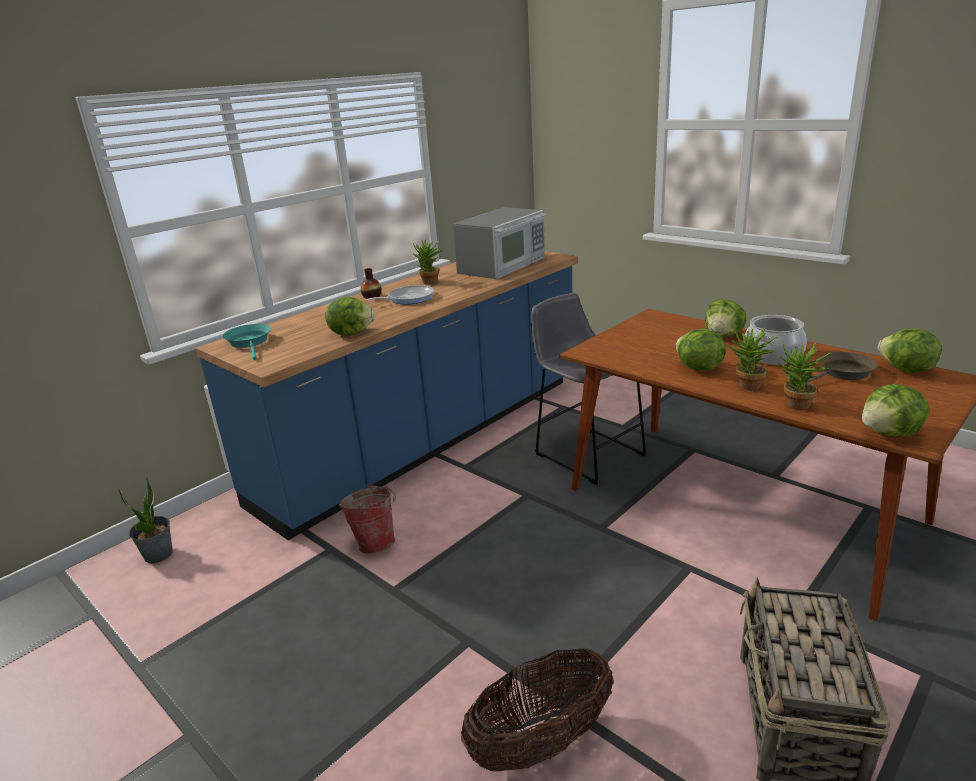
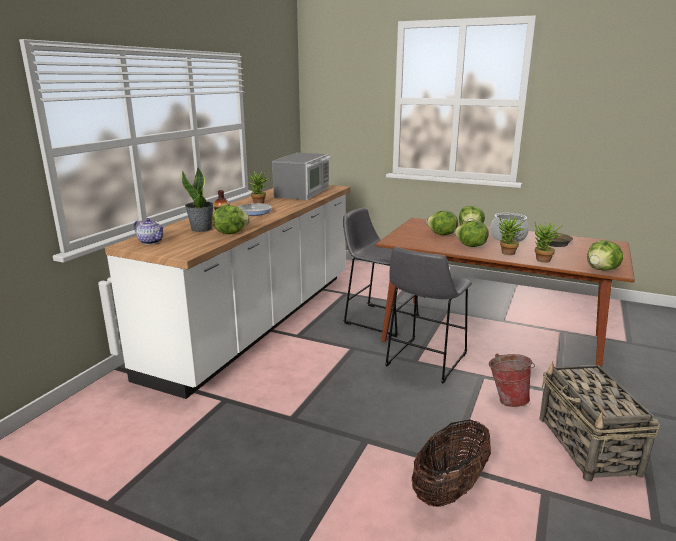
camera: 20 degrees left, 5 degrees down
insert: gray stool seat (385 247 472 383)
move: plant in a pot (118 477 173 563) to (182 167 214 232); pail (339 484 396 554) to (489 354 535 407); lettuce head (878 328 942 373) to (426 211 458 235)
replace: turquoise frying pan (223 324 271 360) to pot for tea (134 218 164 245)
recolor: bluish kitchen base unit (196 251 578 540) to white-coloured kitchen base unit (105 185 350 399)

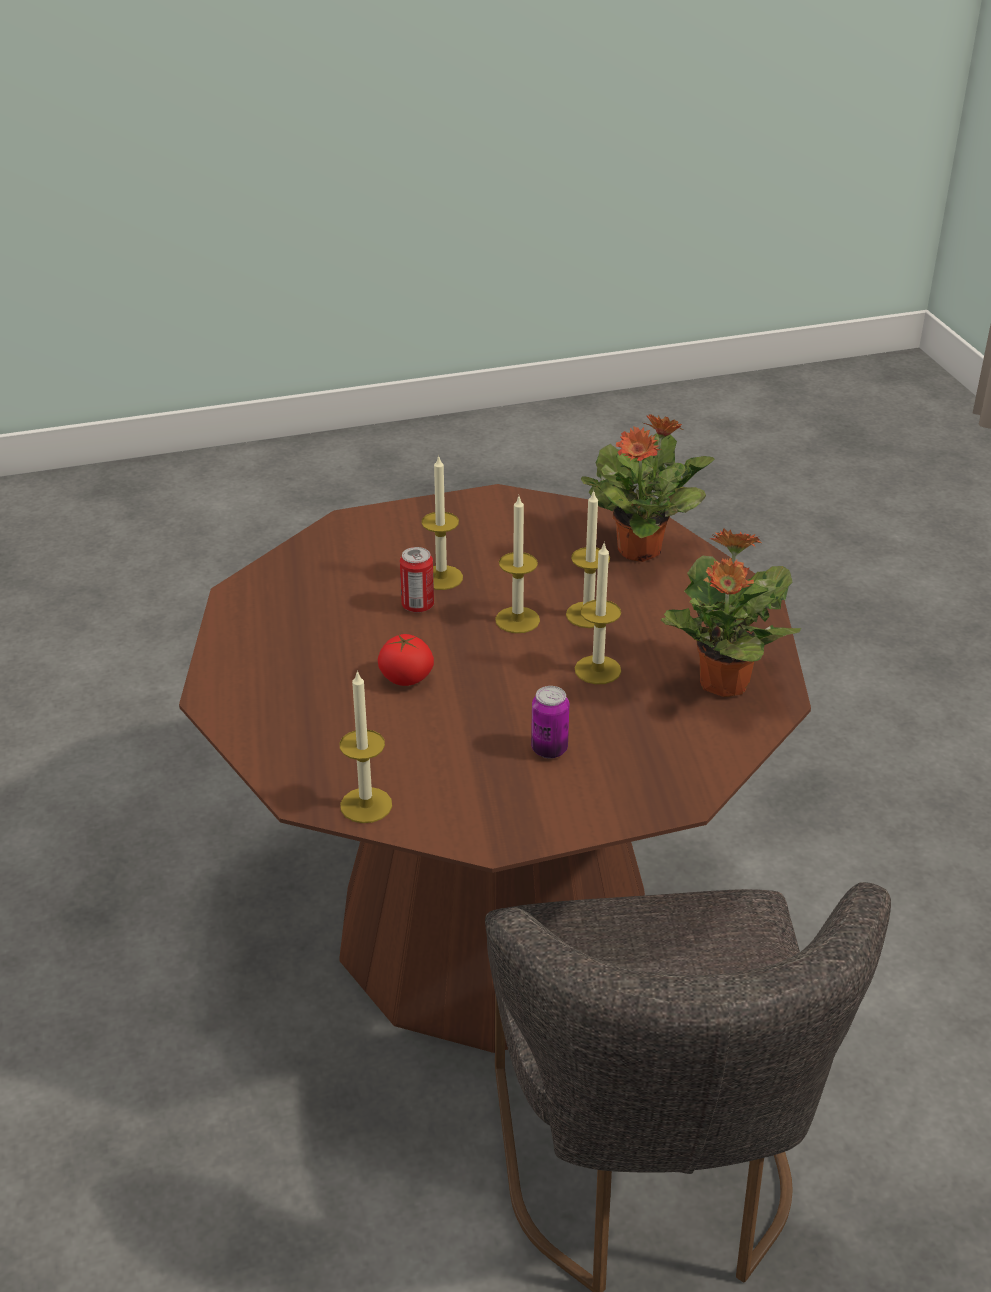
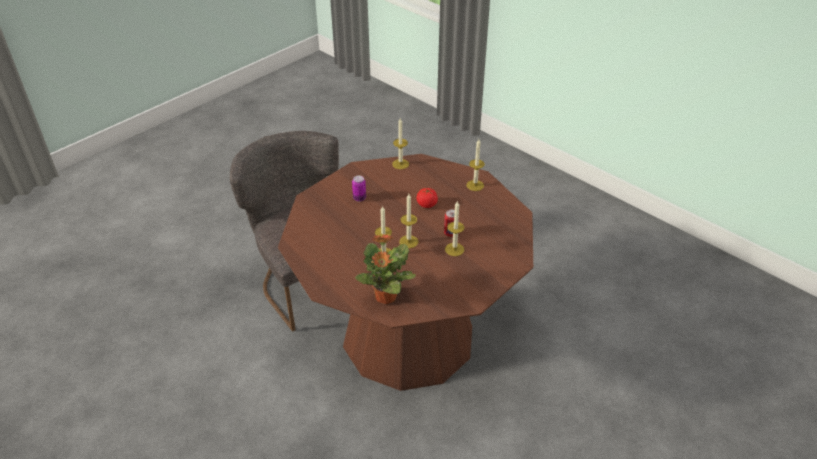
camera: 150 degrees right, 5 degrees up
delete: plant in a pot (661 528 801 697)
move: wax light (575 541 621 684) to (466 139 485 191)

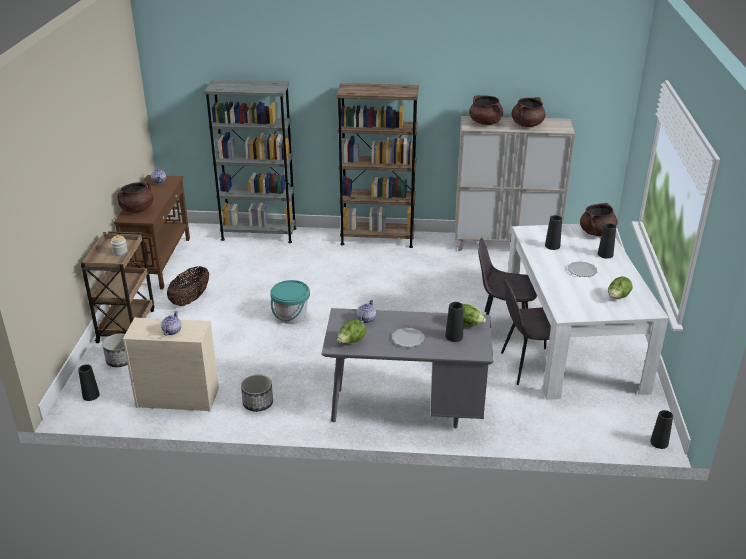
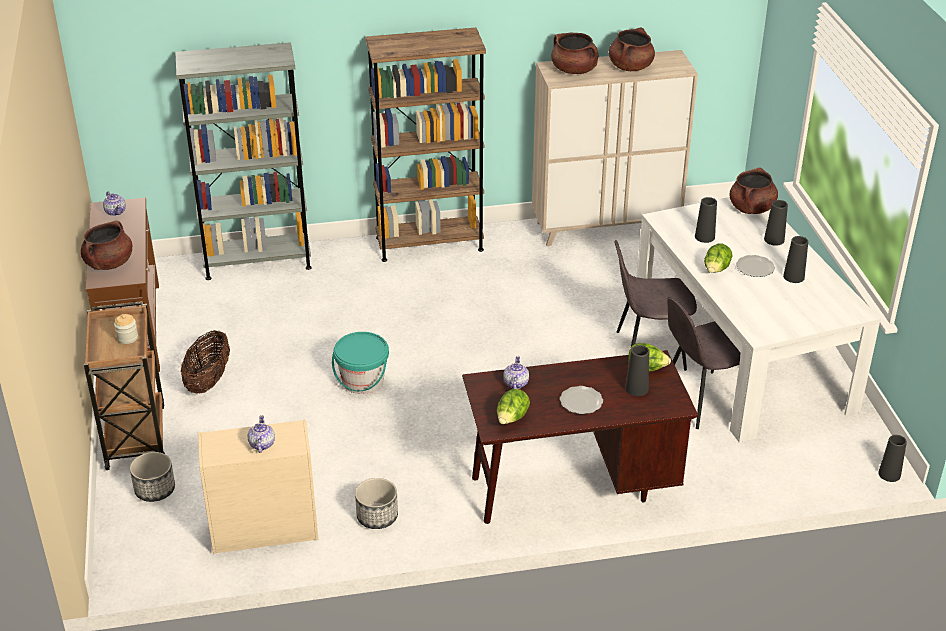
camera: 15 degrees left, 5 degrees up
move: black-coloured decorative vase (78 365 100 401) to (783 236 808 283); lettuce head (608 276 633 299) to (704 244 732 273)
recolor: gray desk table (321 308 493 429) to brown-coloured desk table (462 350 698 524)

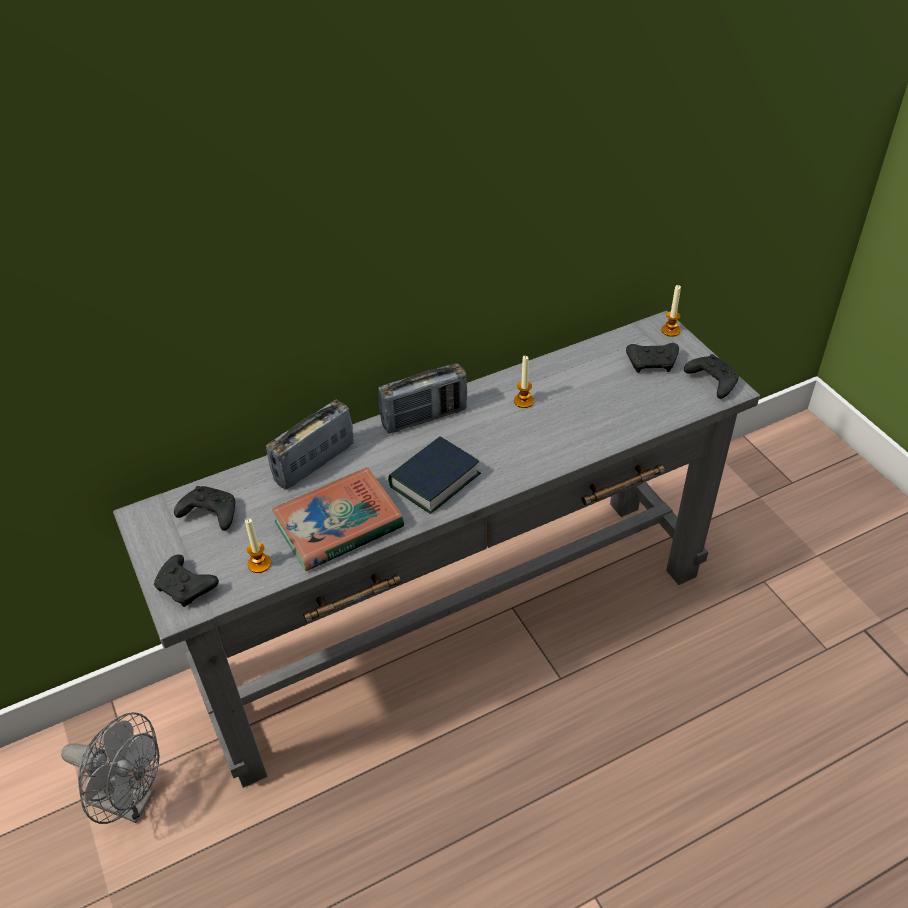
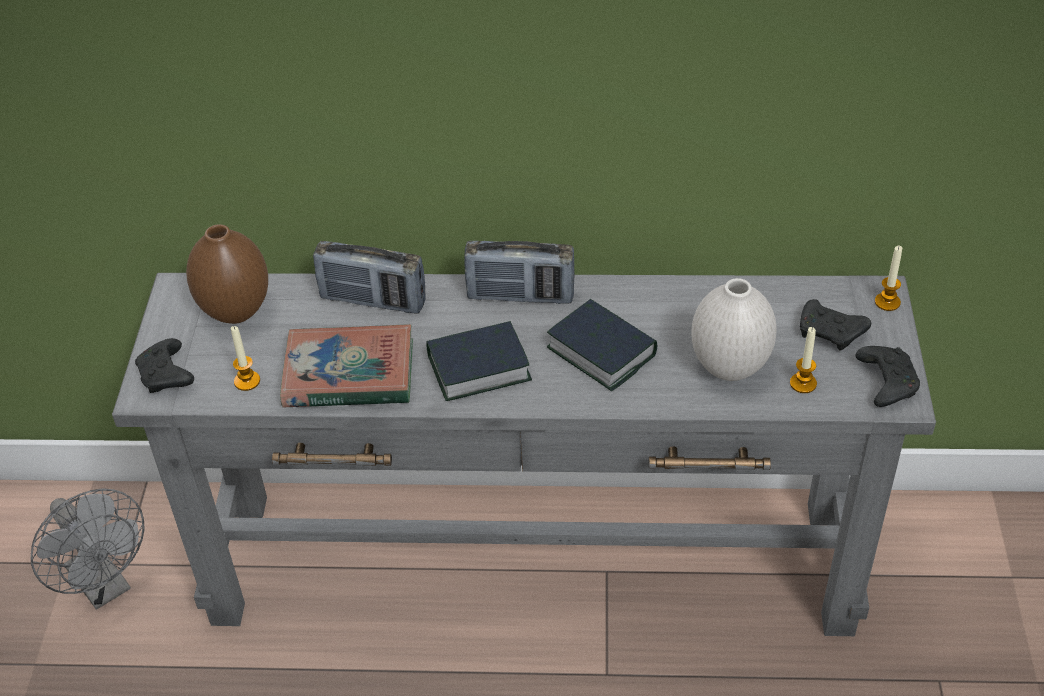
camera: 30 degrees right, 0 degrees up
insert: book (547 299 657 391); white-coloured decorative vase (691 278 777 381)
move: wax light (514 356 534 408) to (790 327 817 393)
replace: black-coloured game controller (174 486 235 531) to brown-coloured decorative vase (186 224 268 324)
rotate: radio (266 400 354 490) = (313 241 426 314) 150 degrees counterclockwise

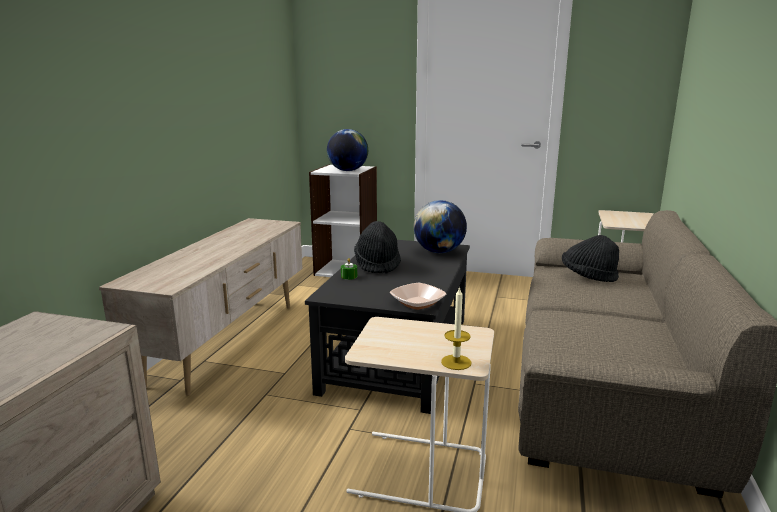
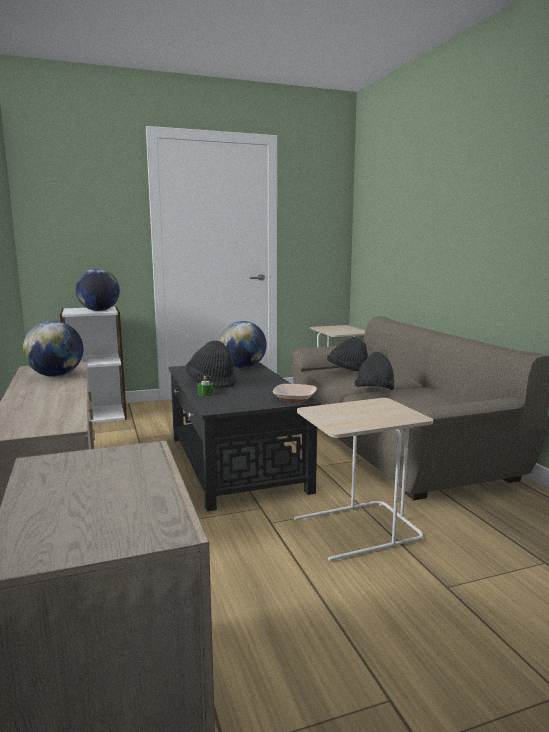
camera: 35 degrees left, 5 degrees down
delete: wax light (441 286 471 370)
insert: globe (23 321 83 377); black-coloured hat (355 352 395 390)

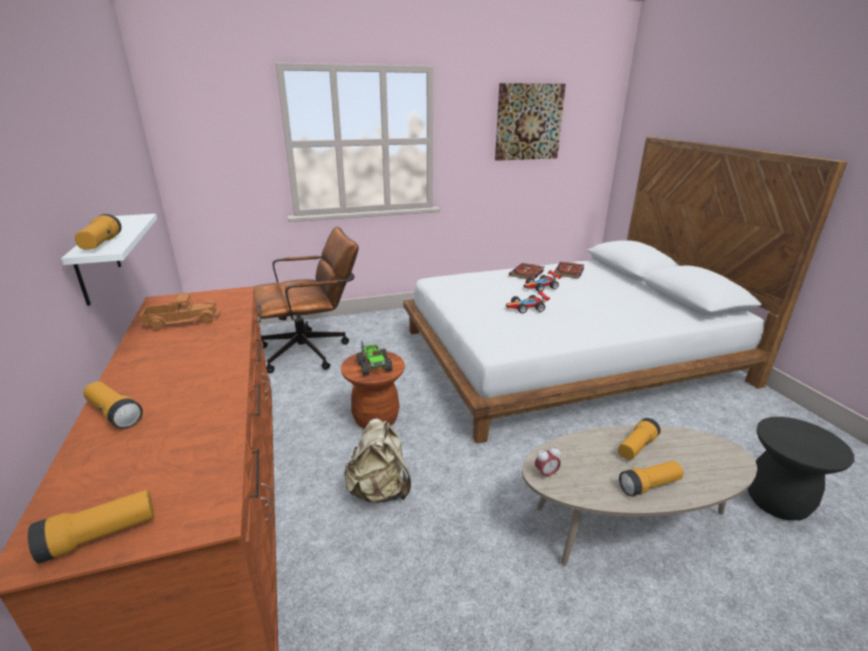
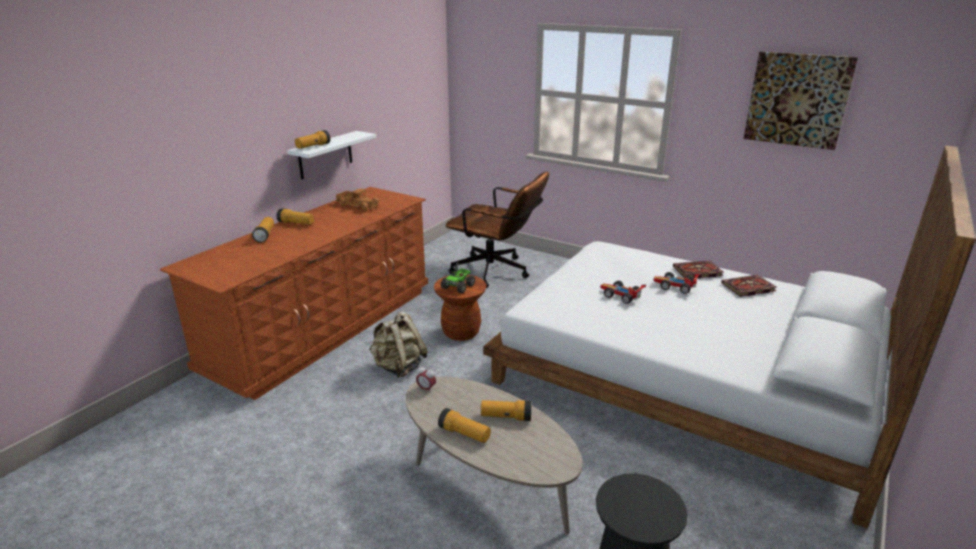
camera: 50 degrees right, 0 degrees up
move: hand torch (28 490 154 563) to (277 208 314 225)

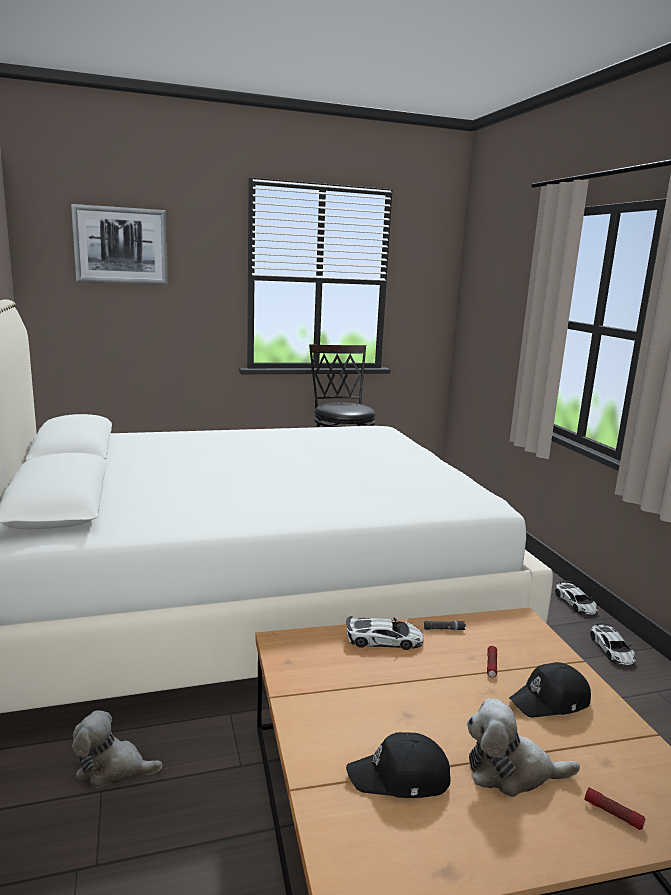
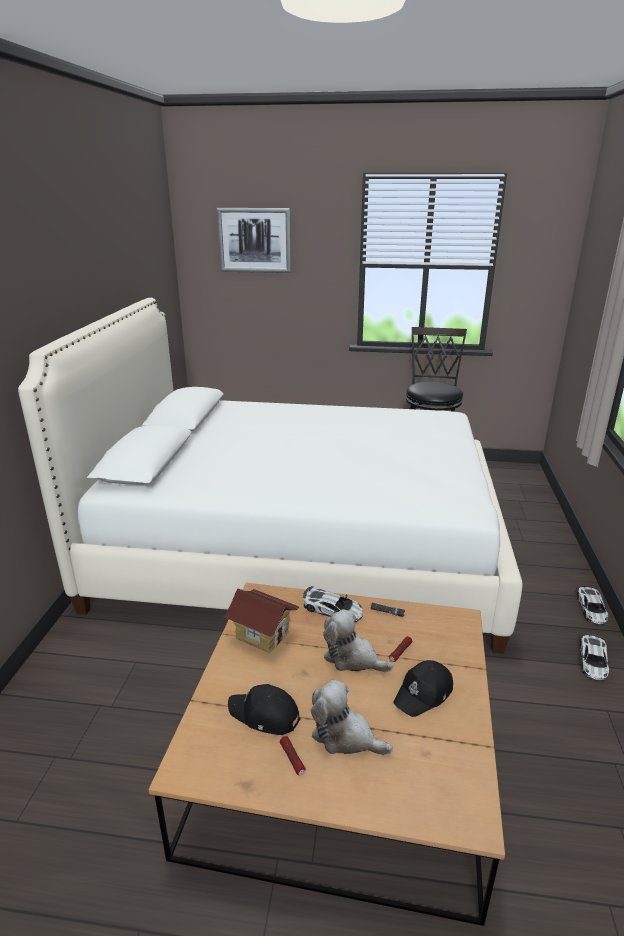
camera: 25 degrees right, 10 degrees up
insert: toy house (223 588 299 653)
move: plush toy (72 710 163 788) to (323 609 393 672); hand torch (584 787 646 830) to (280 736 306 775)
rotate: black-coloured peaked cap (509 662 591 718) = (393 660 453 717) 45 degrees counterclockwise

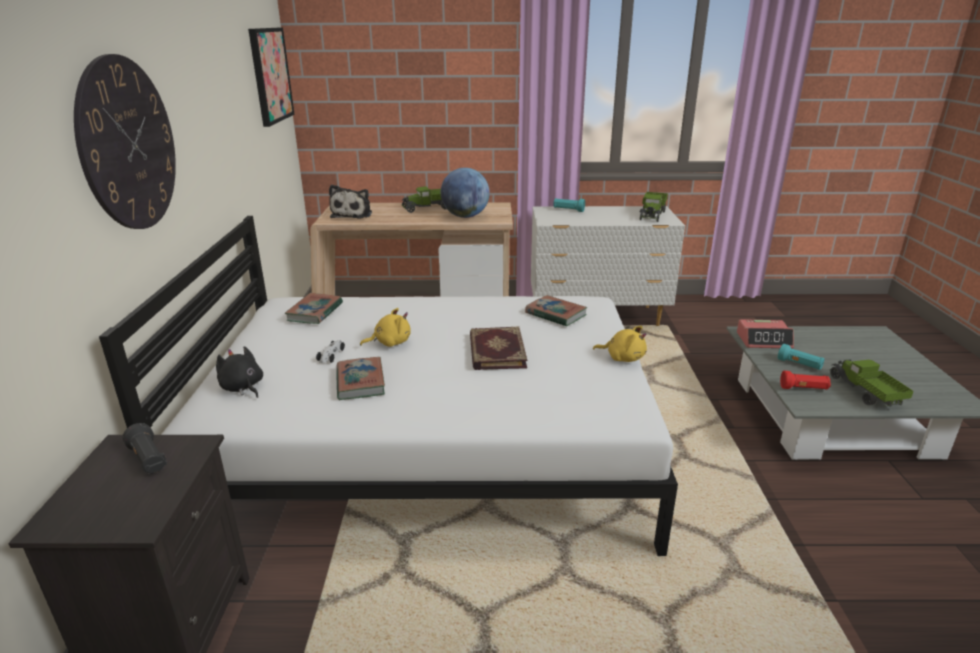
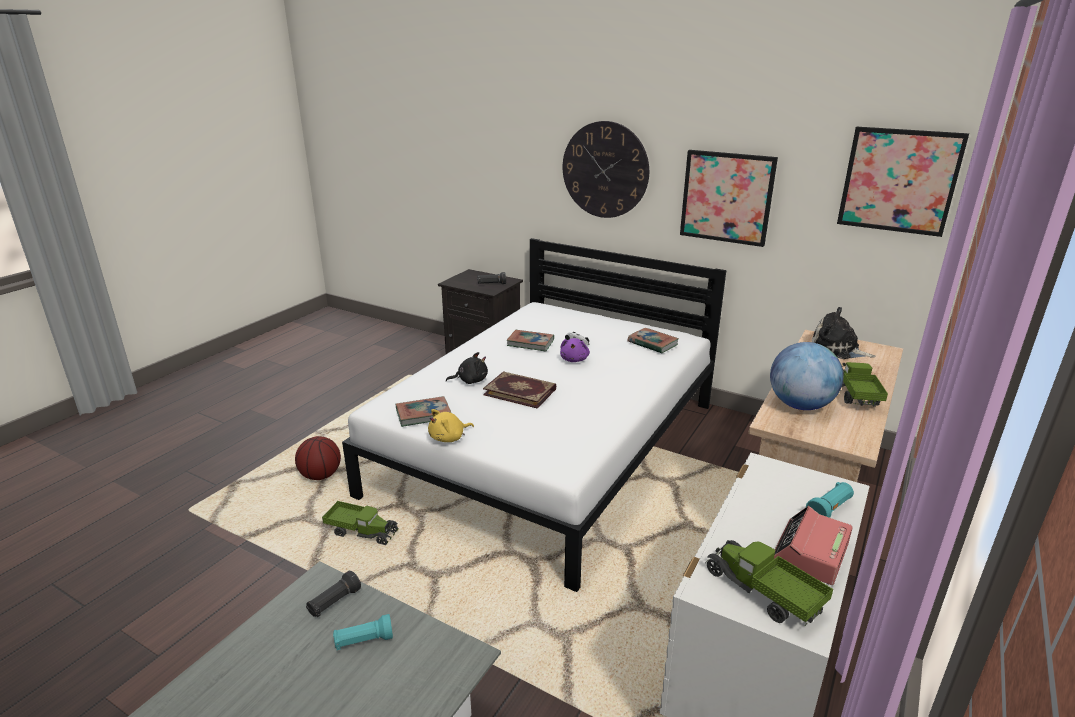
camera: 120 degrees right, 0 degrees up
insert: ball for basketball (295 436 341 480); wall art (680 150 778 247)
move: black-coloured plush toy (216 346 263 398) to (446 352 488 384); book (525 295 588 327) to (396 396 451 427); table clock (737 319 794 349) to (774 506 853 585); toy truck (830 359 914 407) to (322 501 399 545)
recolor: yellowish plush toy (360 308 411 347) to purple plush toy (560 338 590 362); red-coloured hand torch (780 371 831 390) to black-coloured hand torch (306 571 361 617)

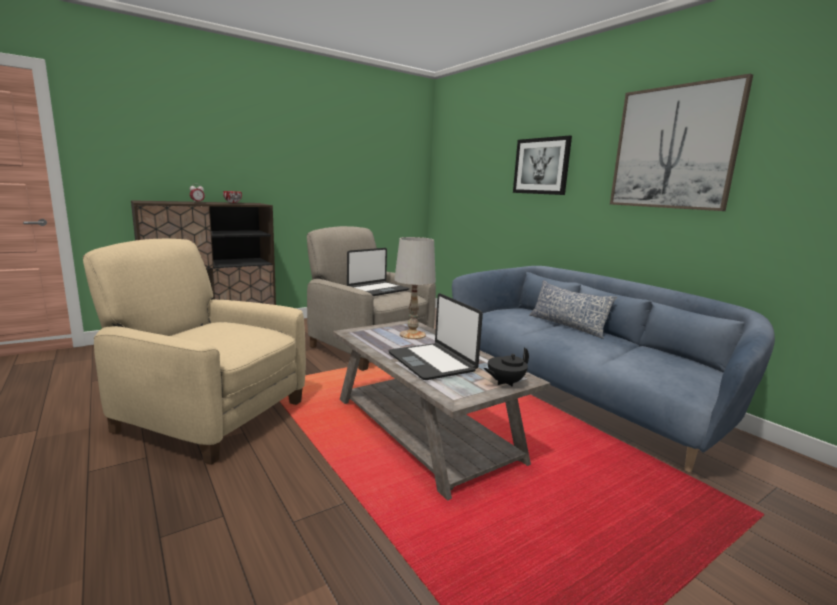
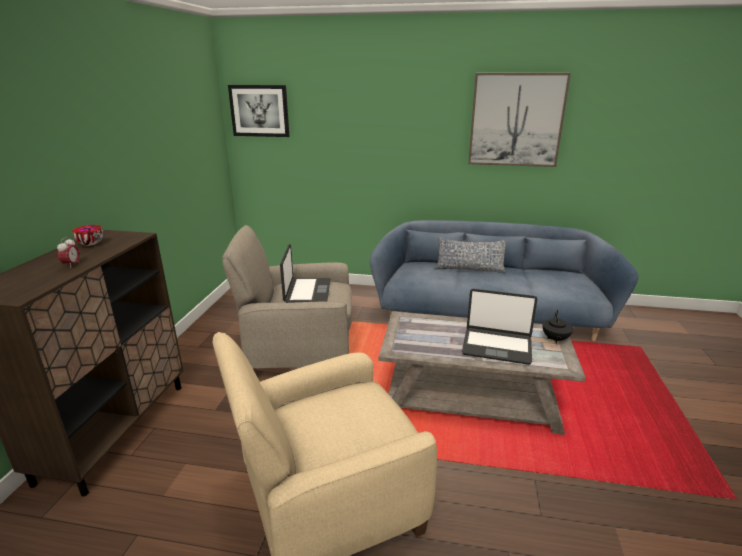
camera: 45 degrees left, 10 degrees up
delete: white-coloured tabletop lamp (394 237 436 339)
move: wall art (513 136 572 195) to (228 85 290 137)

